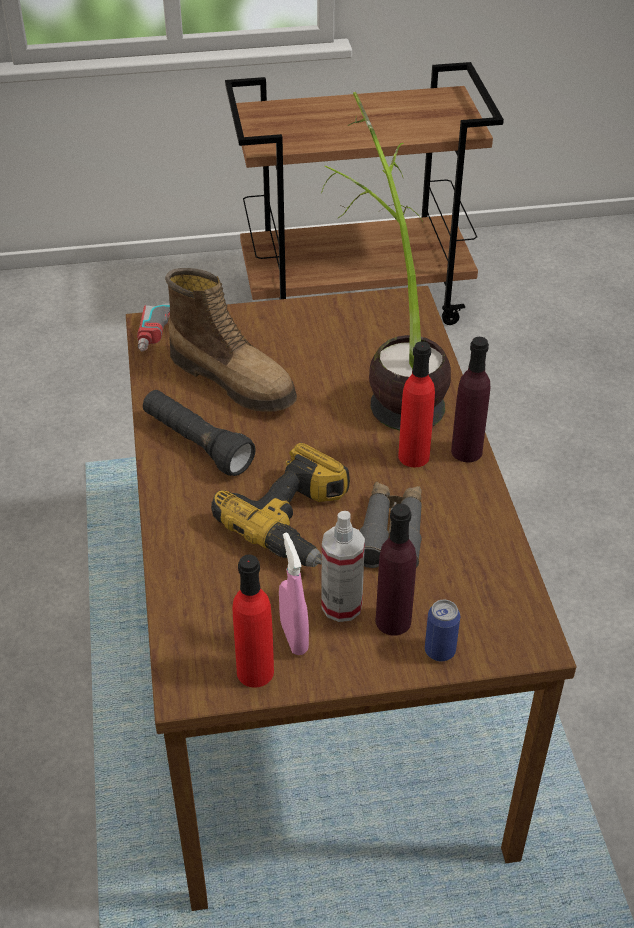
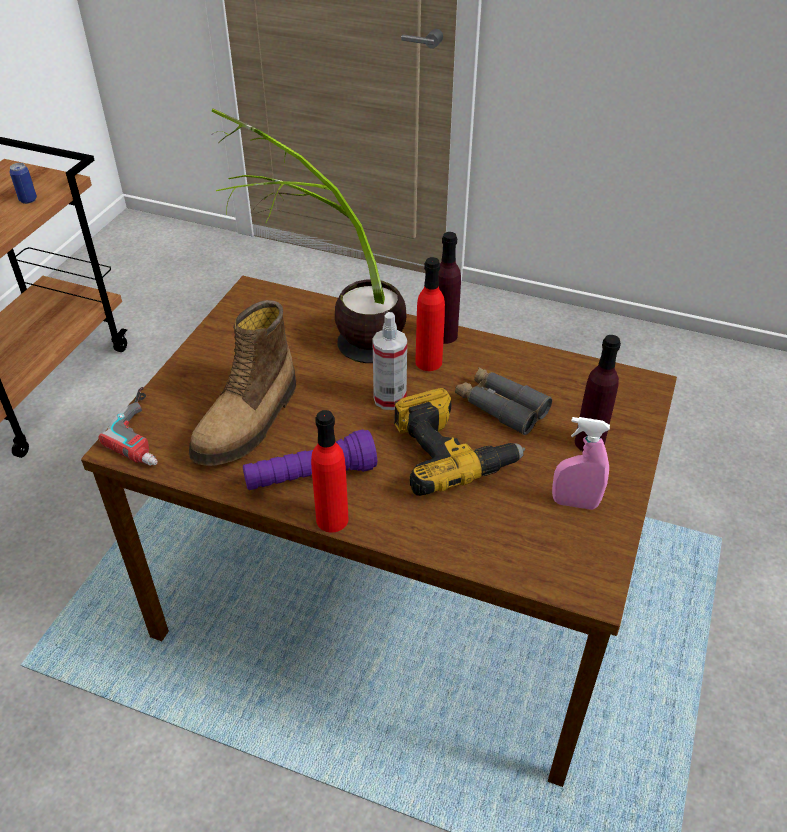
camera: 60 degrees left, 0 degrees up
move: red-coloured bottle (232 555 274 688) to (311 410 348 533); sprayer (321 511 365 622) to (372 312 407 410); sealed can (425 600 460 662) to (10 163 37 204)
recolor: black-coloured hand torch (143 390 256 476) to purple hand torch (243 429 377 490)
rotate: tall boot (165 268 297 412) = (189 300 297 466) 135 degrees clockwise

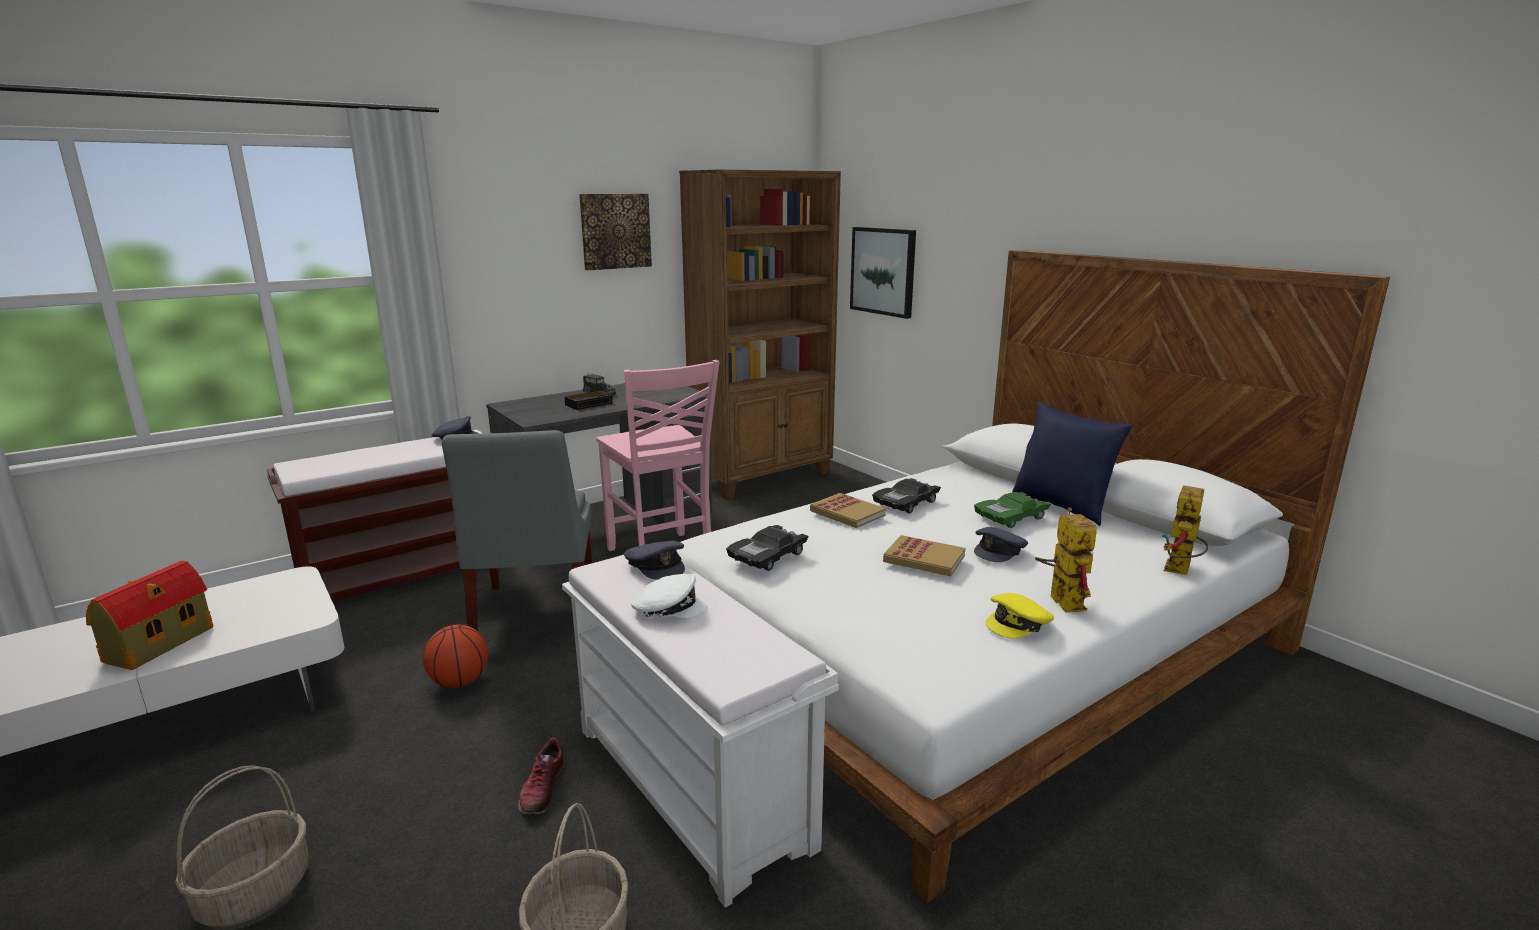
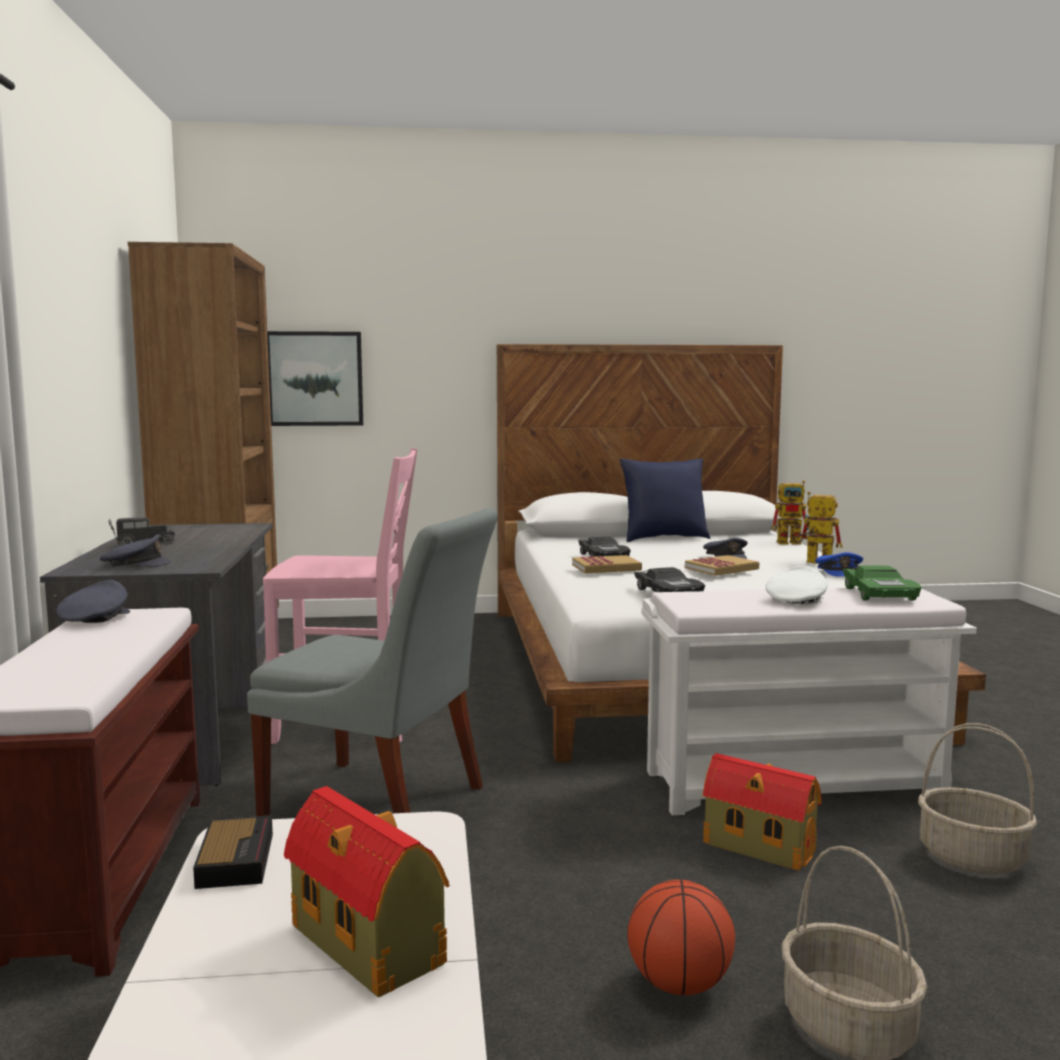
camera: 60 degrees left, 10 degrees down
delete: wall art (579 194 652 270)
move: ball for basketball (423 624 489 688) to (627 880 735 996); table clock (564 391 613 410) to (193 815 273 889); gray peaked cap (624 541 685 580) to (100 534 172 566); greenish toy car (974 492 1051 528) to (843 565 922 600)
replace: low shoe (518 737 566 815) to toy house (702 753 822 871)
recolor: yellowish peaked cap (985 593 1054 638) to bluish peaked cap (815 552 863 577)
rotate: toy robot (1163 485 1209 575) = (771 480 809 545) 60 degrees counterclockwise

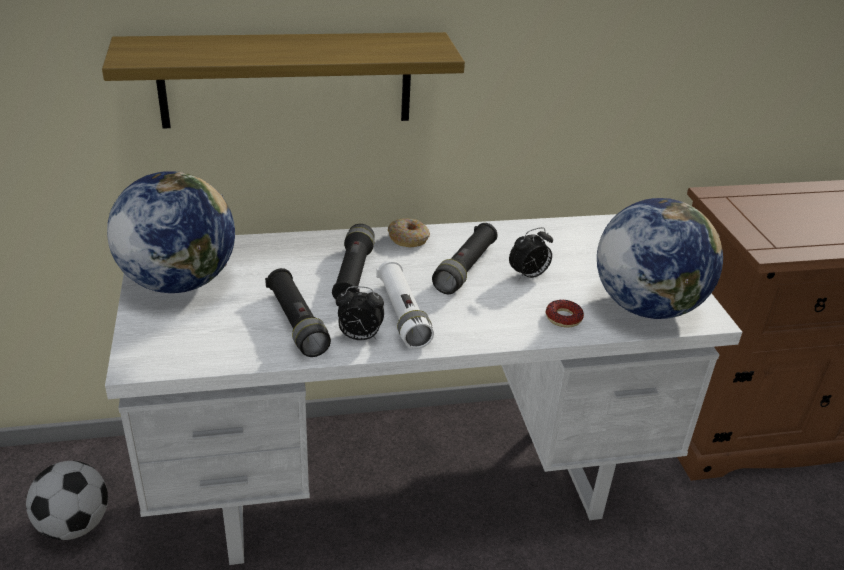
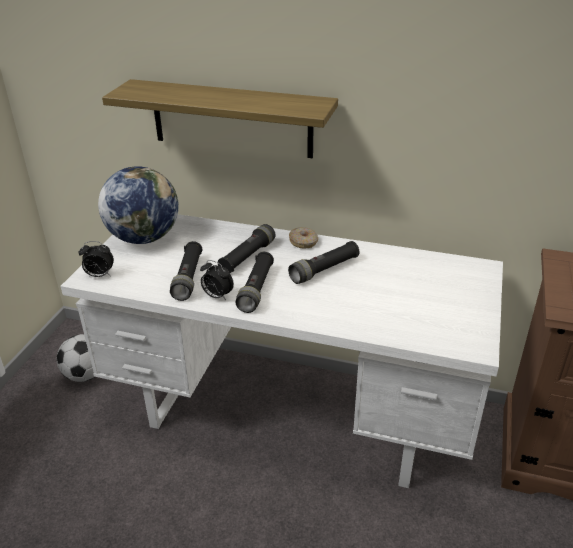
camera: 30 degrees right, 0 degrees up
delete: doughnut (546 300 584 327); globe (597 198 723 319)
move: table clock (509 227 553 280) to (78 241 114 277)
recolor: white-coloured hand torch (376 260 434 349) to black-coloured hand torch (235 252 274 313)

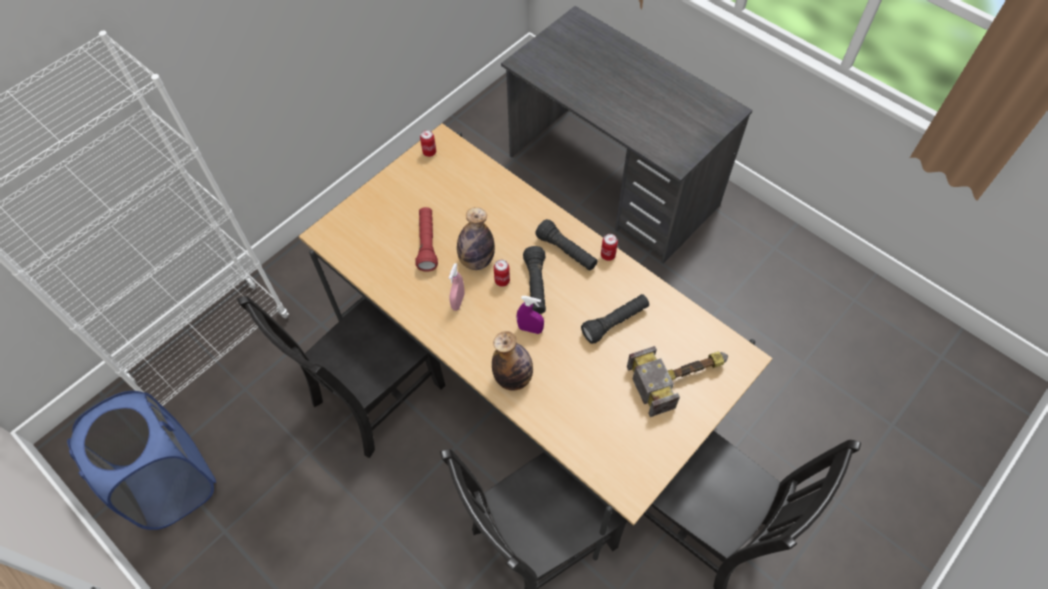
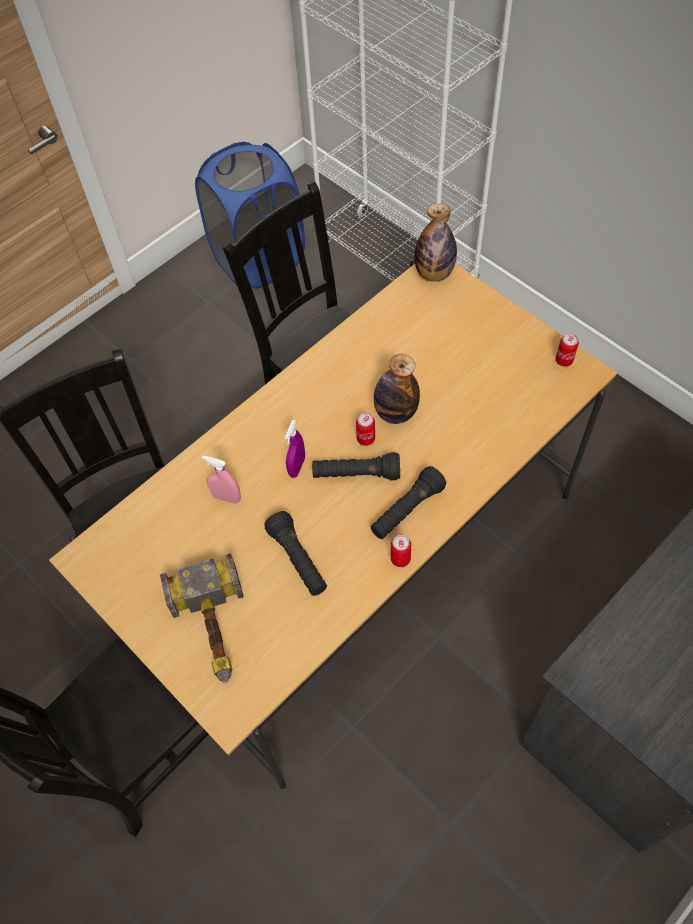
camera: 95 degrees right, 0 degrees up
delete: red-coloured hand torch (416 207 438 272)
move: pink-coloured sprayer (449 263 465 311) to (202 455 241 504); bottle (492 331 533 391) to (414 204 457 282)

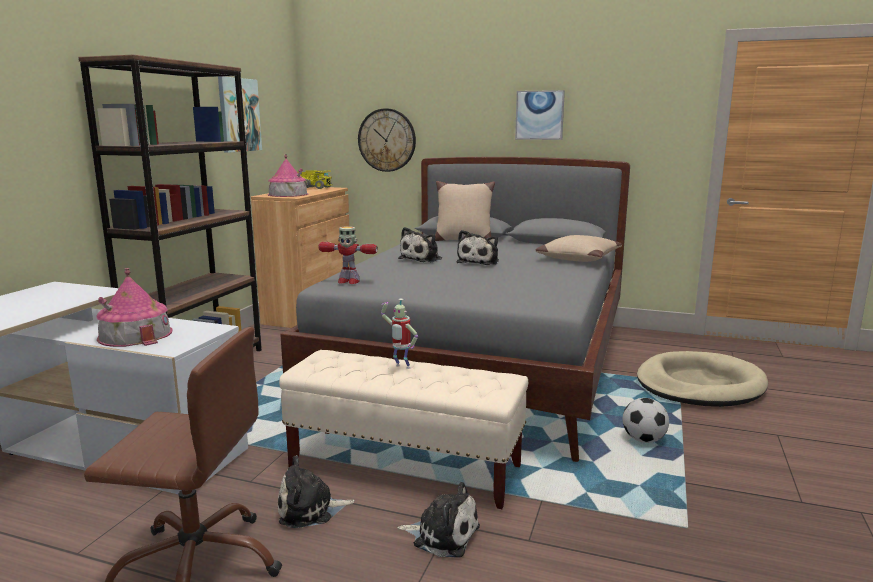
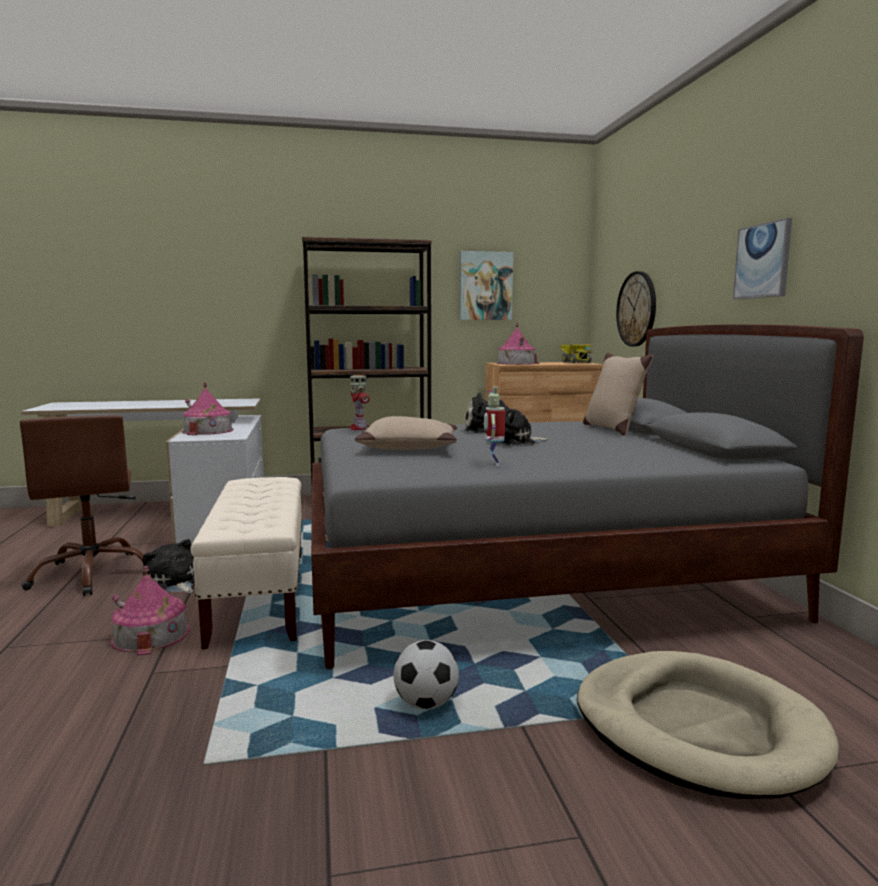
camera: 60 degrees right, 5 degrees down
move: toy robot (381 298 418 369) to (484 387 505 466); sand-coloured cushion (535 235 622 262) to (355 416 457 450)
replace: plush toy (397 482 480 558) to toy house (111 566 190 656)

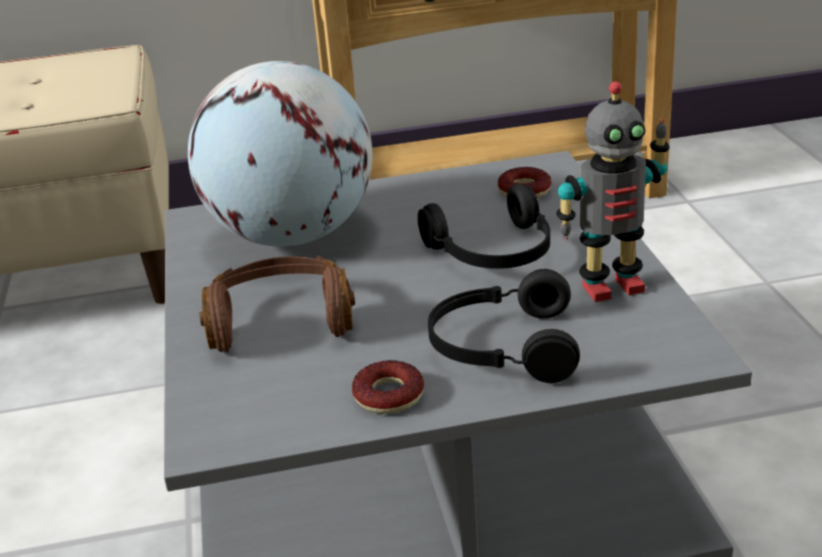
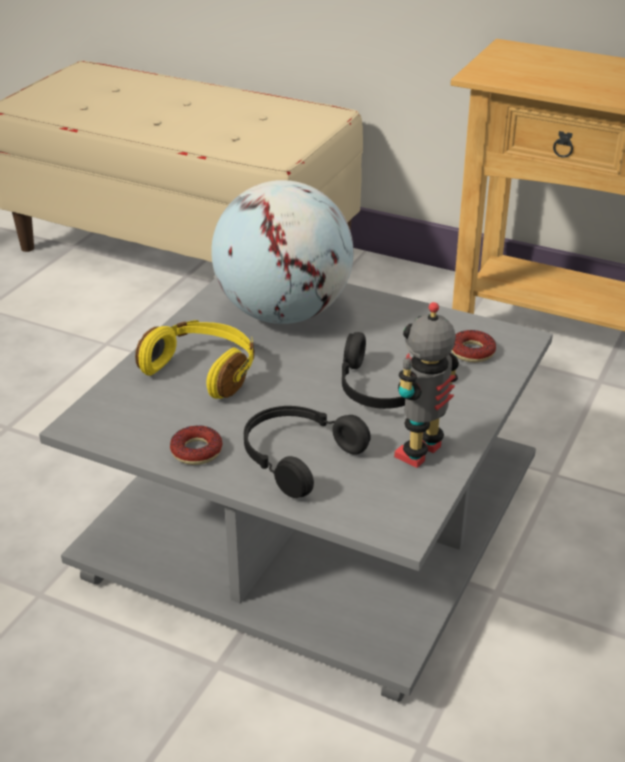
camera: 35 degrees right, 5 degrees up
recolor: brown-coloured headphones (200 256 355 352) to yellowish headphones (135 320 254 399)
rotate: toy robot (556 81 670 302) = (394 302 459 468) 105 degrees clockwise

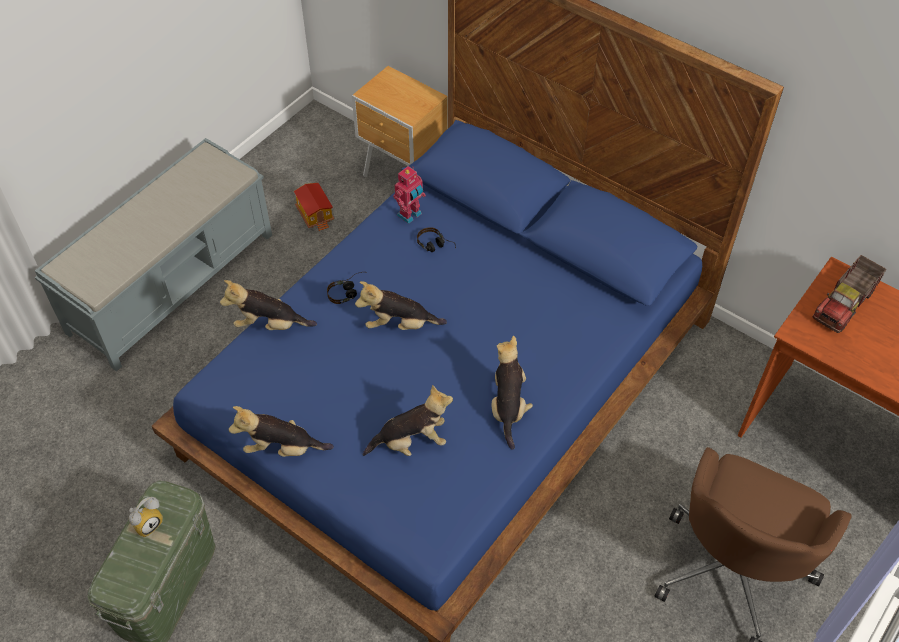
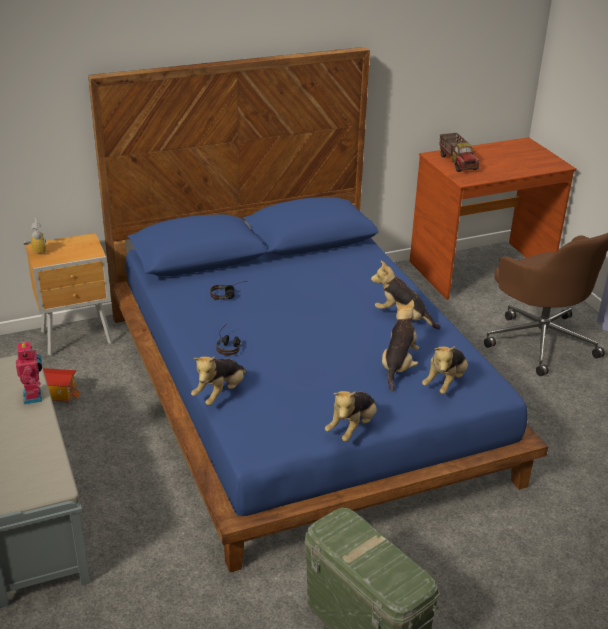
camera: 60 degrees left, 20 degrees down
move: table clock (129 497 163 537) to (24 217 46 255); plush toy (355 281 447 330) to (422 346 468 394); toy robot (393 166 426 224) to (16 340 42 404)

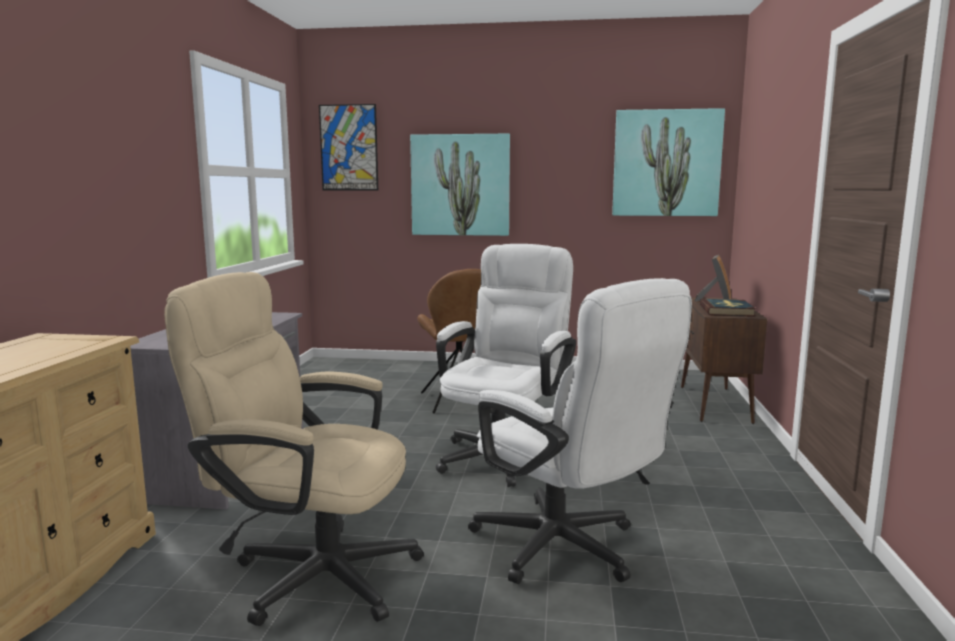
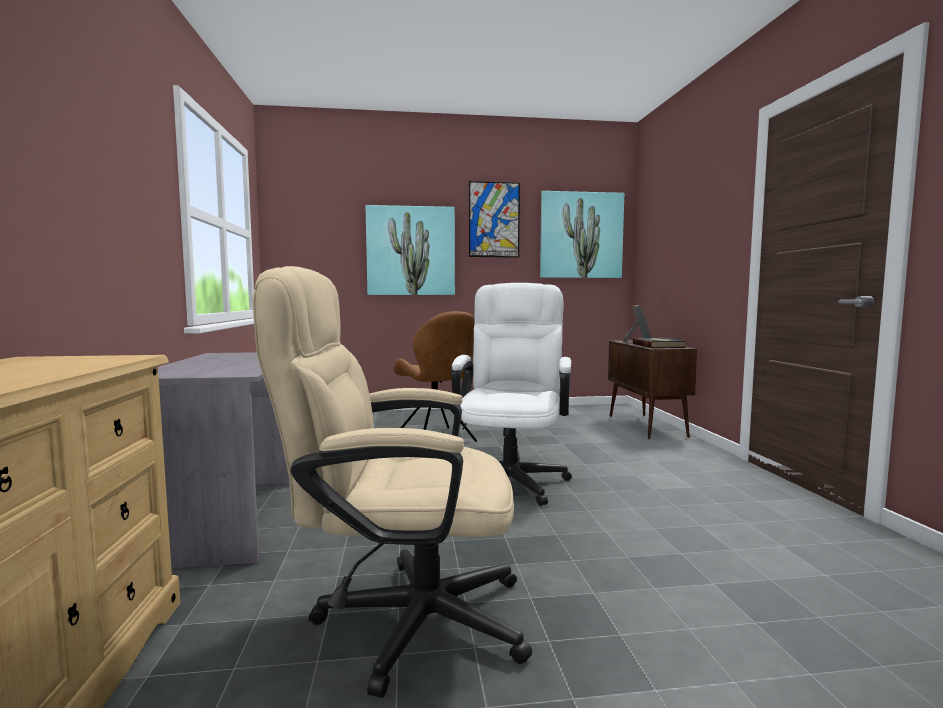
camera: 15 degrees left, 5 degrees down
delete: white-coloured computer chair (468 278 692 584)
move: wall art (319 104 378 191) to (469 181 520 258)

